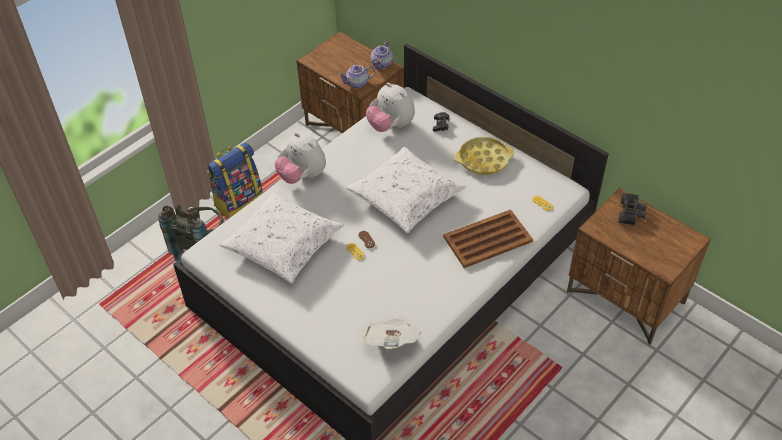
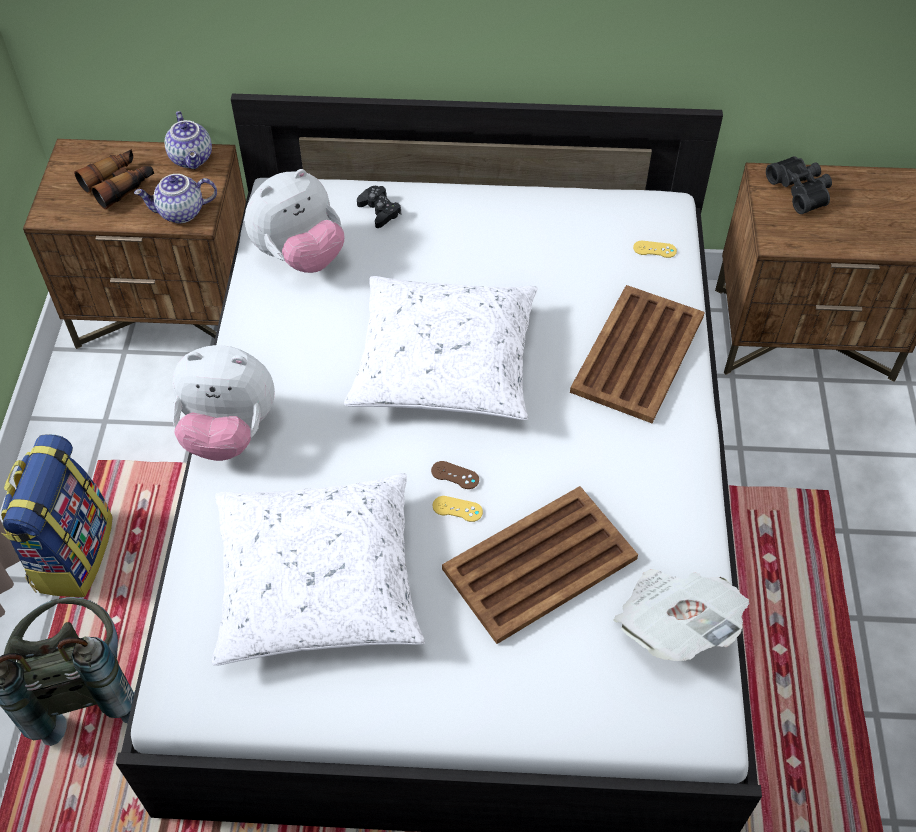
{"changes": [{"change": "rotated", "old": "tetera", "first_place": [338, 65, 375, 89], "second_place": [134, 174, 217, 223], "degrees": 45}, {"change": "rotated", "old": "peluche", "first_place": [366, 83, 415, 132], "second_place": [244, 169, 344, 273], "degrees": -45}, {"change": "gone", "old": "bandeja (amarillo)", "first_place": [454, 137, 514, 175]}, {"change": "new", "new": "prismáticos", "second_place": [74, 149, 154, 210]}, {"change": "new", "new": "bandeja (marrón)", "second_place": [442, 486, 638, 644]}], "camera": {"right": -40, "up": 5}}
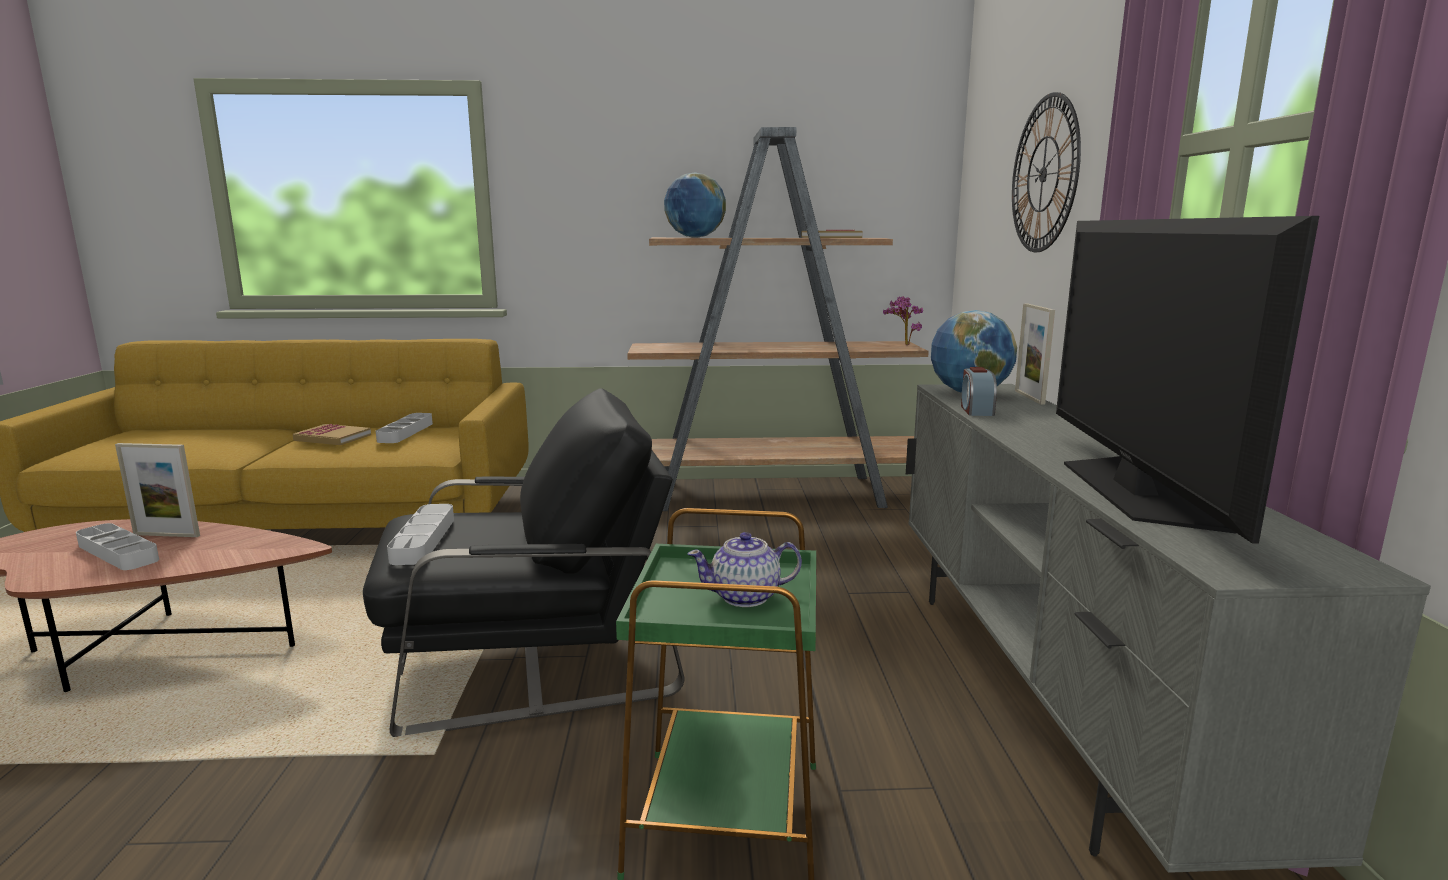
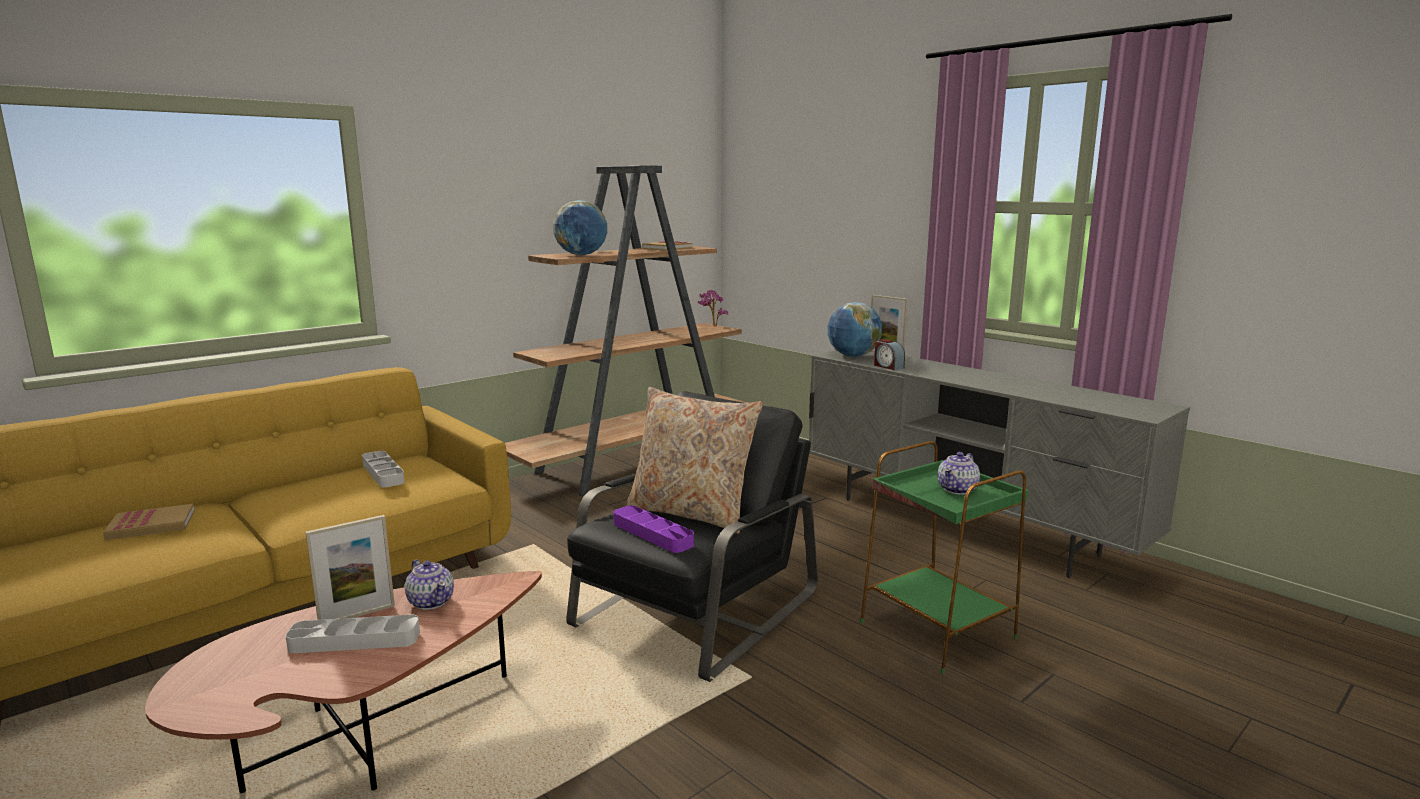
{"changes": [{"change": "shifted", "old": "libro", "first_place": [293, 424, 371, 445], "second_place": [103, 504, 195, 541]}, {"change": "repainted", "old": "bandeja (gris)", "new": "bandeja (morado)", "first_place": [387, 504, 454, 565], "second_place": [613, 505, 694, 553]}, {"change": "gone", "old": "reloj de pared", "first_place": [1012, 92, 1081, 252]}, {"change": "gone", "old": "televisor", "first_place": [1056, 216, 1319, 544]}, {"change": "new", "new": "tetera", "second_place": [405, 559, 454, 610]}, {"change": "new", "new": "cojín (beis)", "second_place": [625, 387, 763, 534]}], "camera": {"right": -40, "up": 0}}
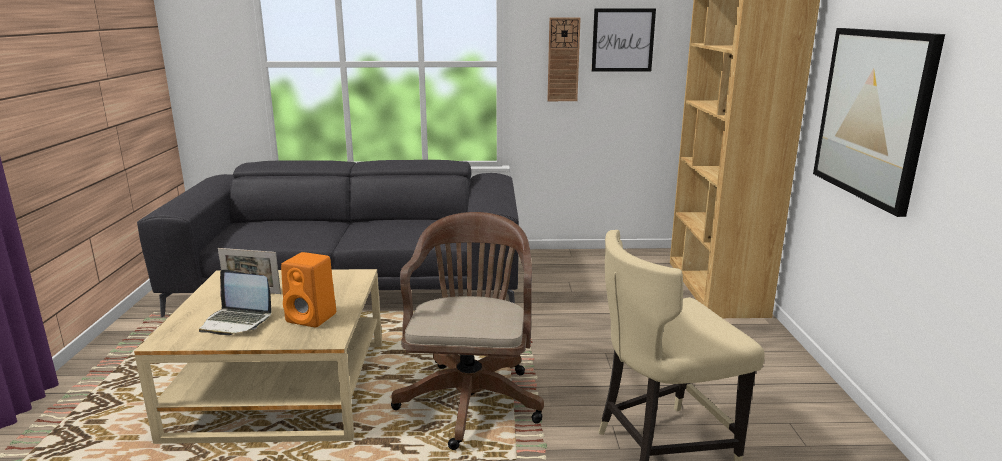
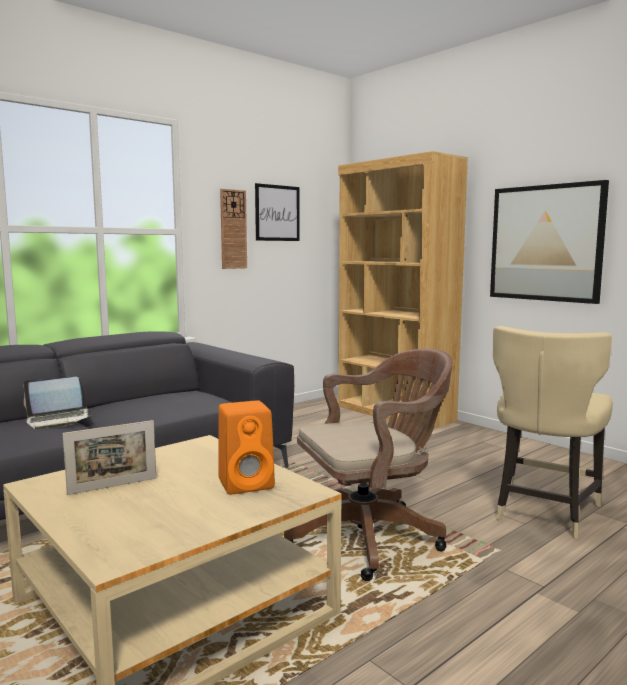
{"changes": [{"change": "shifted", "old": "portátil", "first_place": [199, 269, 272, 335], "second_place": [23, 377, 93, 429]}, {"change": "rotated", "old": "silla de oficina (marrón)", "first_place": [391, 212, 544, 450], "second_place": [284, 349, 453, 581], "degrees": 105}], "camera": {"right": -40, "up": -10}}
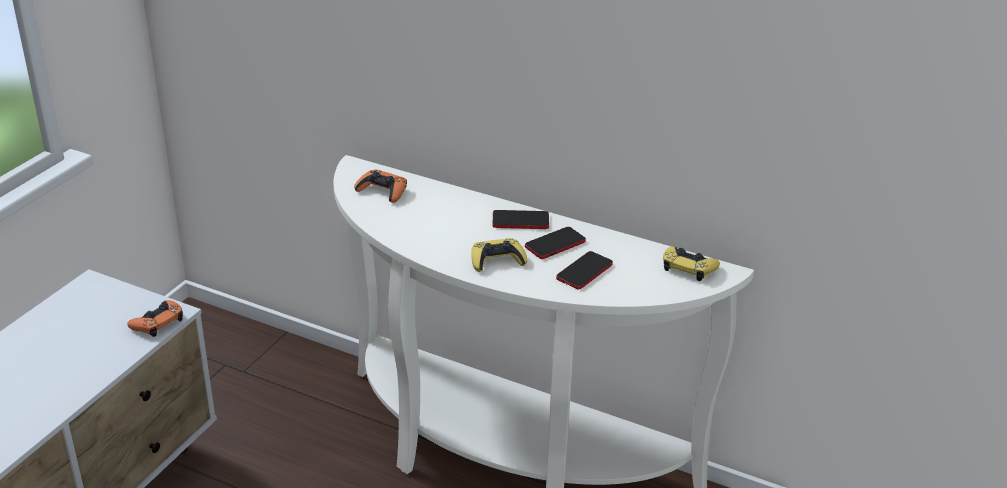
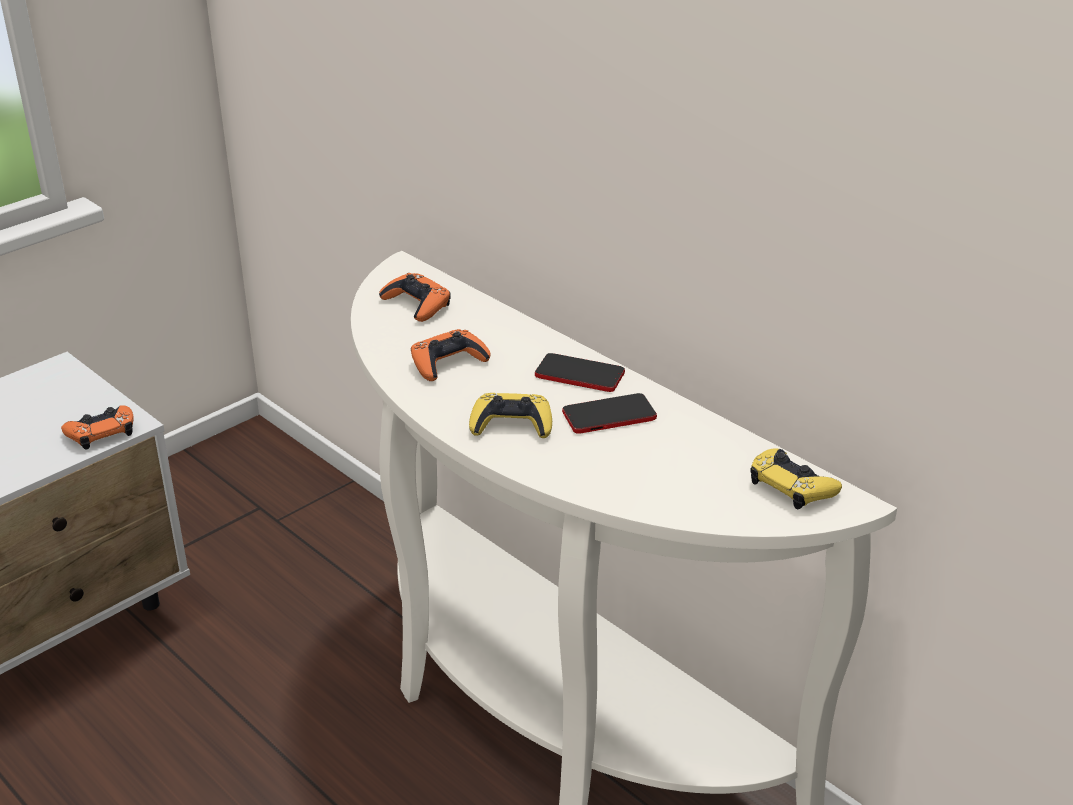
{"changes": [{"change": "gone", "old": "móvil", "first_place": [556, 251, 613, 289]}, {"change": "new", "new": "mando de consola (naranja)", "second_place": [411, 329, 491, 381]}], "camera": {"right": 20, "up": 0}}
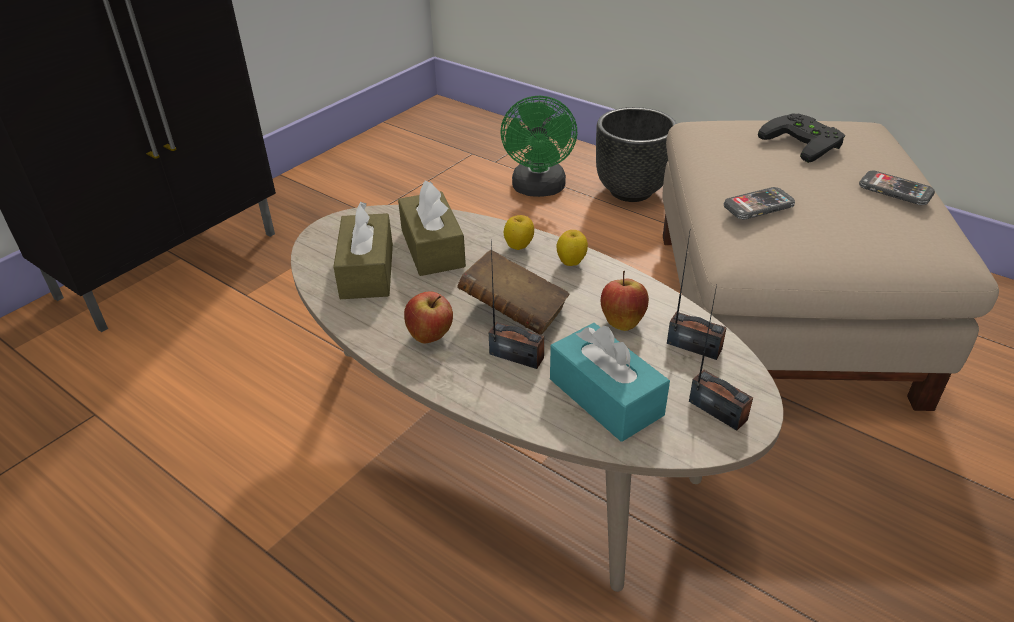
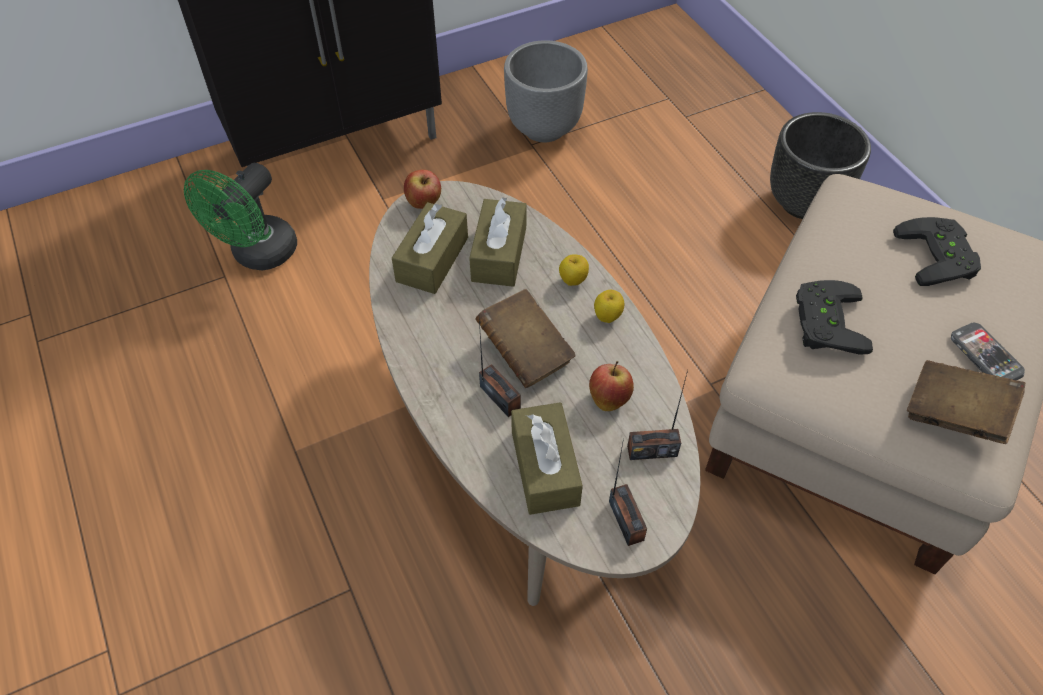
{"changes": [{"change": "shifted", "old": "manzana", "first_place": [404, 291, 453, 344], "second_place": [404, 170, 441, 209]}, {"change": "shifted", "old": "ventilador (verde)", "first_place": [500, 96, 577, 197], "second_place": [184, 163, 297, 270]}, {"change": "repainted", "old": "caja de pañuelos (turquesa)", "new": "caja de pañuelos (marrón)", "first_place": [550, 323, 670, 442], "second_place": [511, 402, 583, 515]}, {"change": "rotated", "old": "radio", "first_place": [667, 232, 727, 360], "second_place": [627, 370, 688, 460], "degrees": 120}, {"change": "swapped", "old": "móvil", "new": "mando de consola (negro)", "first_place": [724, 187, 795, 220], "second_place": [796, 280, 873, 355]}, {"change": "new", "new": "maceta (gris)", "second_place": [504, 40, 588, 142]}, {"change": "new", "new": "libro (marrón)", "second_place": [907, 360, 1025, 444]}], "camera": {"right": 25, "up": 15}}
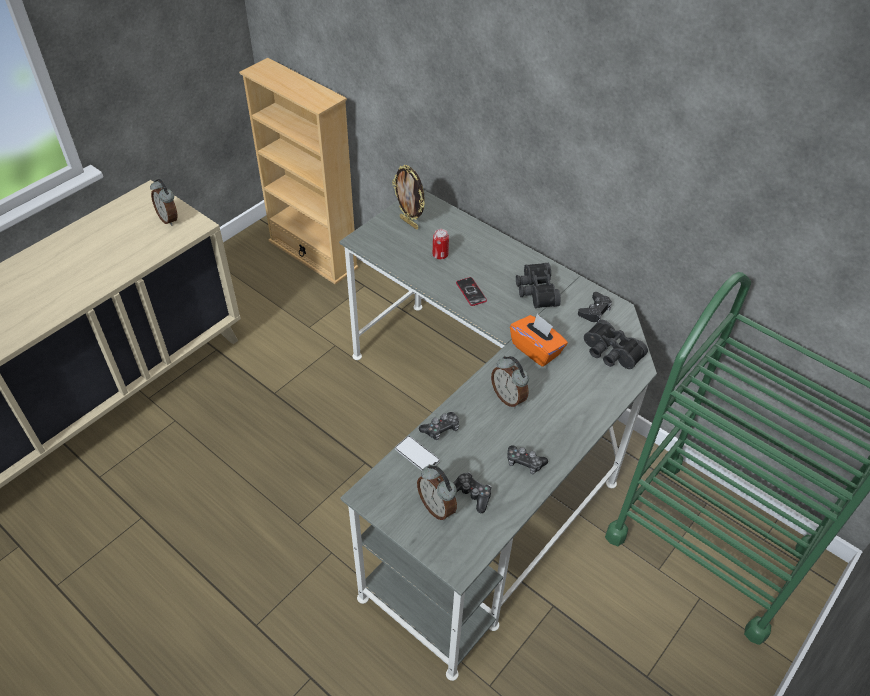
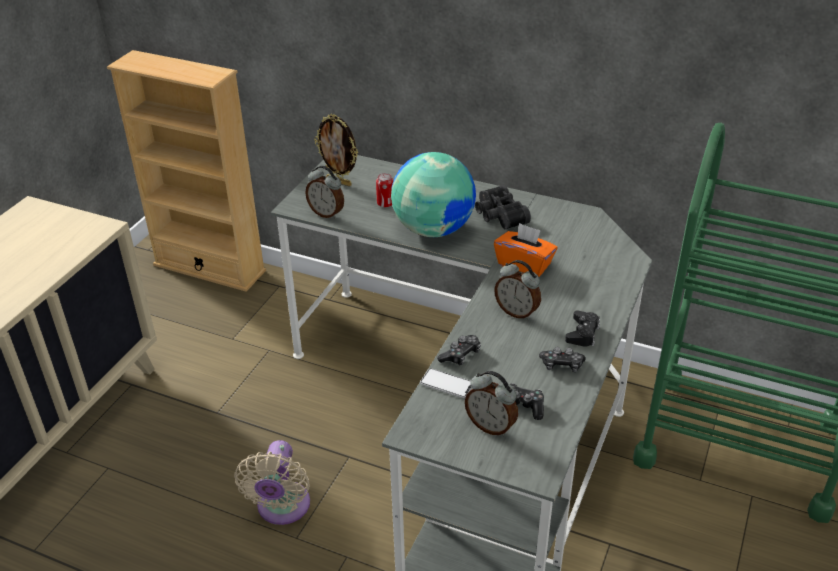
{"changes": [{"change": "shifted", "old": "despertador", "first_place": [150, 179, 178, 226], "second_place": [305, 166, 344, 219]}, {"change": "swapped", "old": "móvil", "new": "globo terráqueo", "first_place": [456, 277, 487, 306], "second_place": [391, 152, 476, 237]}, {"change": "shifted", "old": "mando de consola (negro)", "first_place": [578, 292, 612, 322], "second_place": [565, 310, 600, 347]}, {"change": "gone", "old": "prismáticos (negro)", "first_place": [584, 320, 648, 369]}, {"change": "new", "new": "ventilador (beis)", "second_place": [234, 440, 310, 525]}], "camera": {"right": -15, "up": -10}}
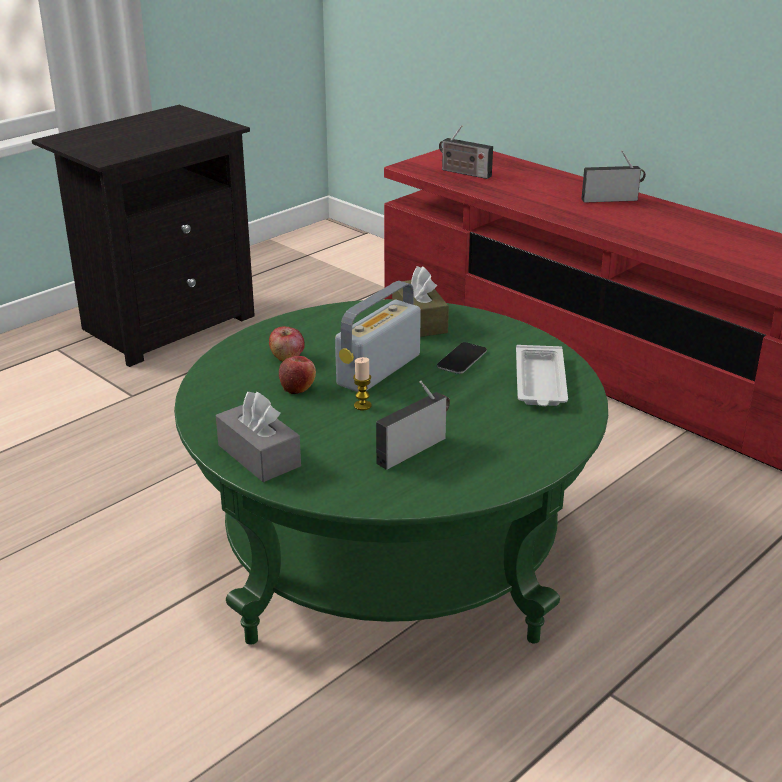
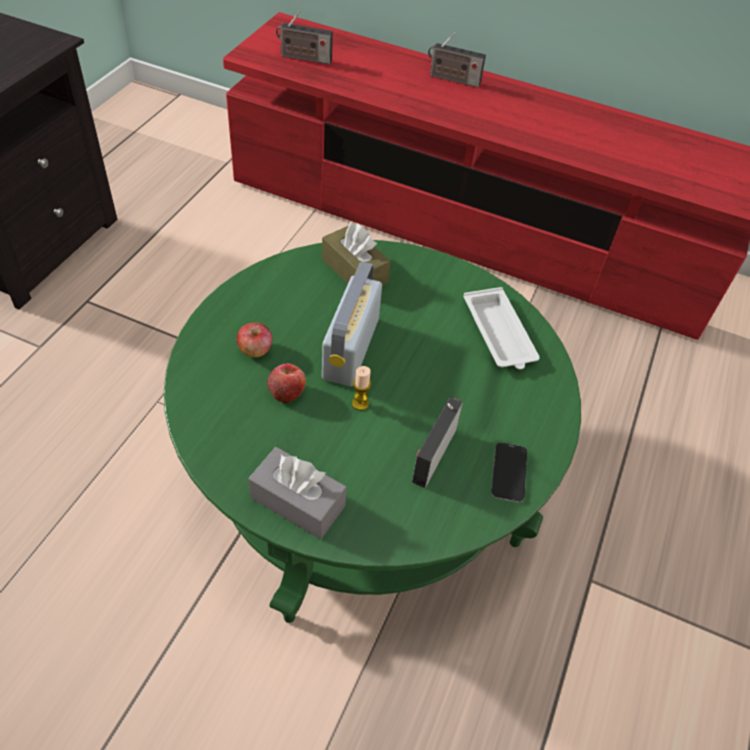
{"changes": [{"change": "shifted", "old": "móvil", "first_place": [437, 342, 487, 374], "second_place": [491, 442, 527, 502]}, {"change": "rotated", "old": "radio", "first_place": [581, 150, 646, 203], "second_place": [428, 32, 486, 87], "degrees": -135}], "camera": {"right": -25, "up": 20}}
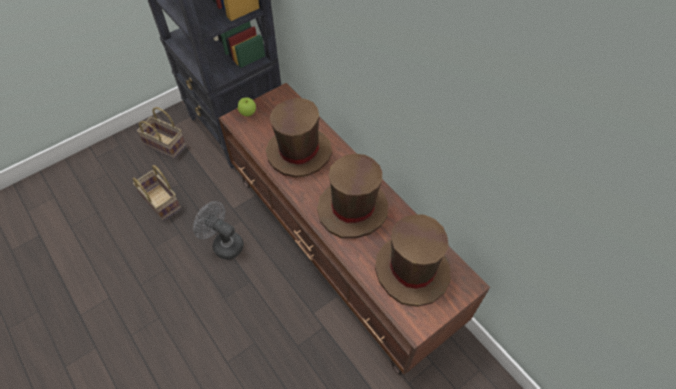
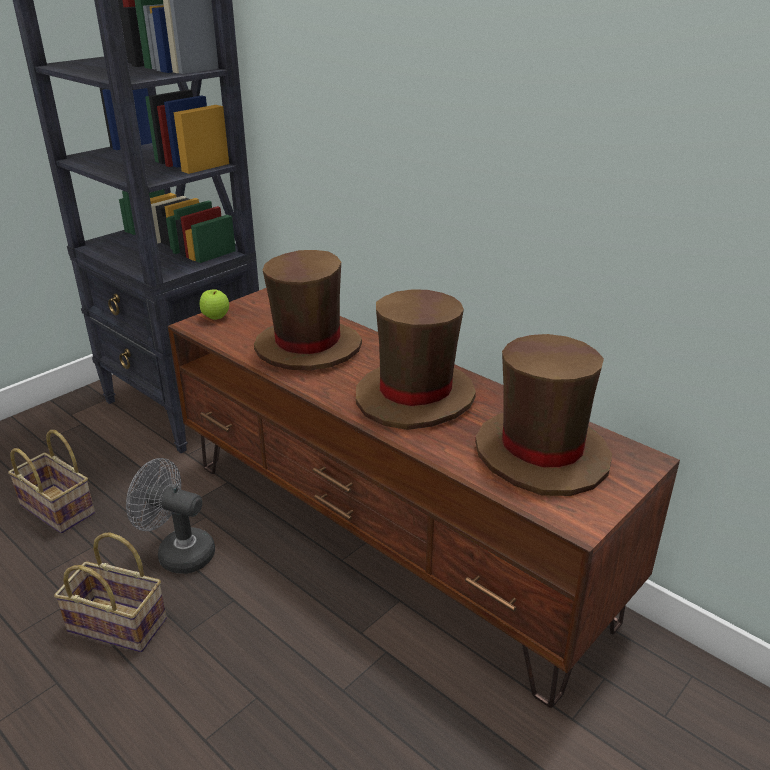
{"changes": [{"change": "shifted", "old": "cesta", "first_place": [137, 107, 186, 158], "second_place": [54, 532, 167, 652]}], "camera": {"right": -10, "up": -25}}
